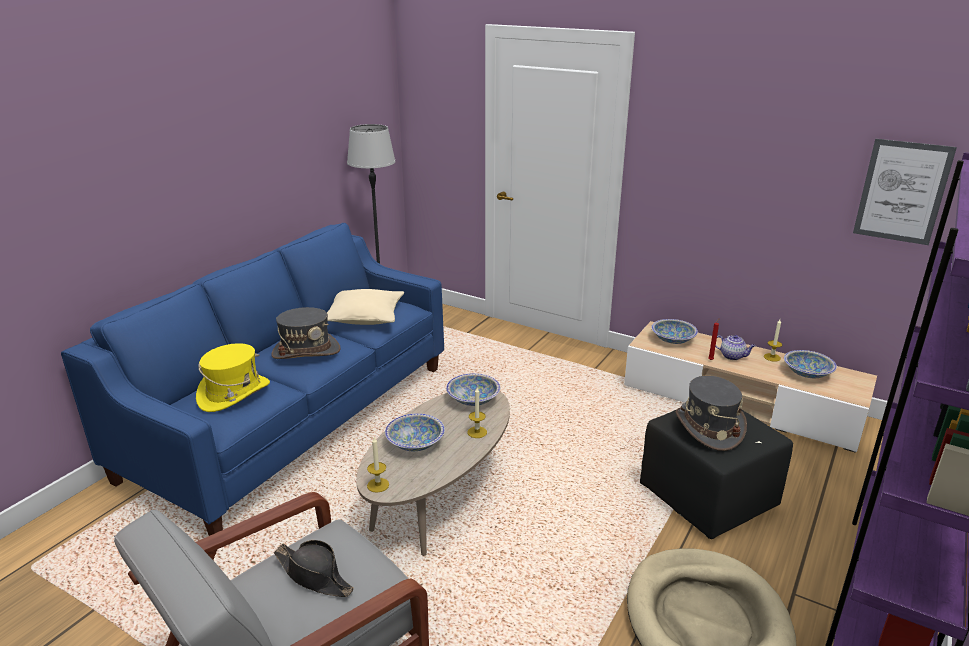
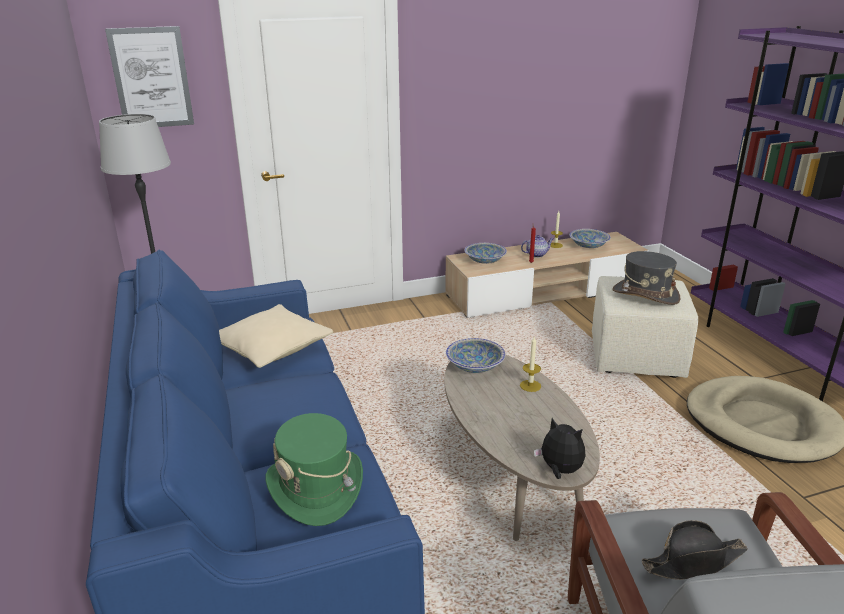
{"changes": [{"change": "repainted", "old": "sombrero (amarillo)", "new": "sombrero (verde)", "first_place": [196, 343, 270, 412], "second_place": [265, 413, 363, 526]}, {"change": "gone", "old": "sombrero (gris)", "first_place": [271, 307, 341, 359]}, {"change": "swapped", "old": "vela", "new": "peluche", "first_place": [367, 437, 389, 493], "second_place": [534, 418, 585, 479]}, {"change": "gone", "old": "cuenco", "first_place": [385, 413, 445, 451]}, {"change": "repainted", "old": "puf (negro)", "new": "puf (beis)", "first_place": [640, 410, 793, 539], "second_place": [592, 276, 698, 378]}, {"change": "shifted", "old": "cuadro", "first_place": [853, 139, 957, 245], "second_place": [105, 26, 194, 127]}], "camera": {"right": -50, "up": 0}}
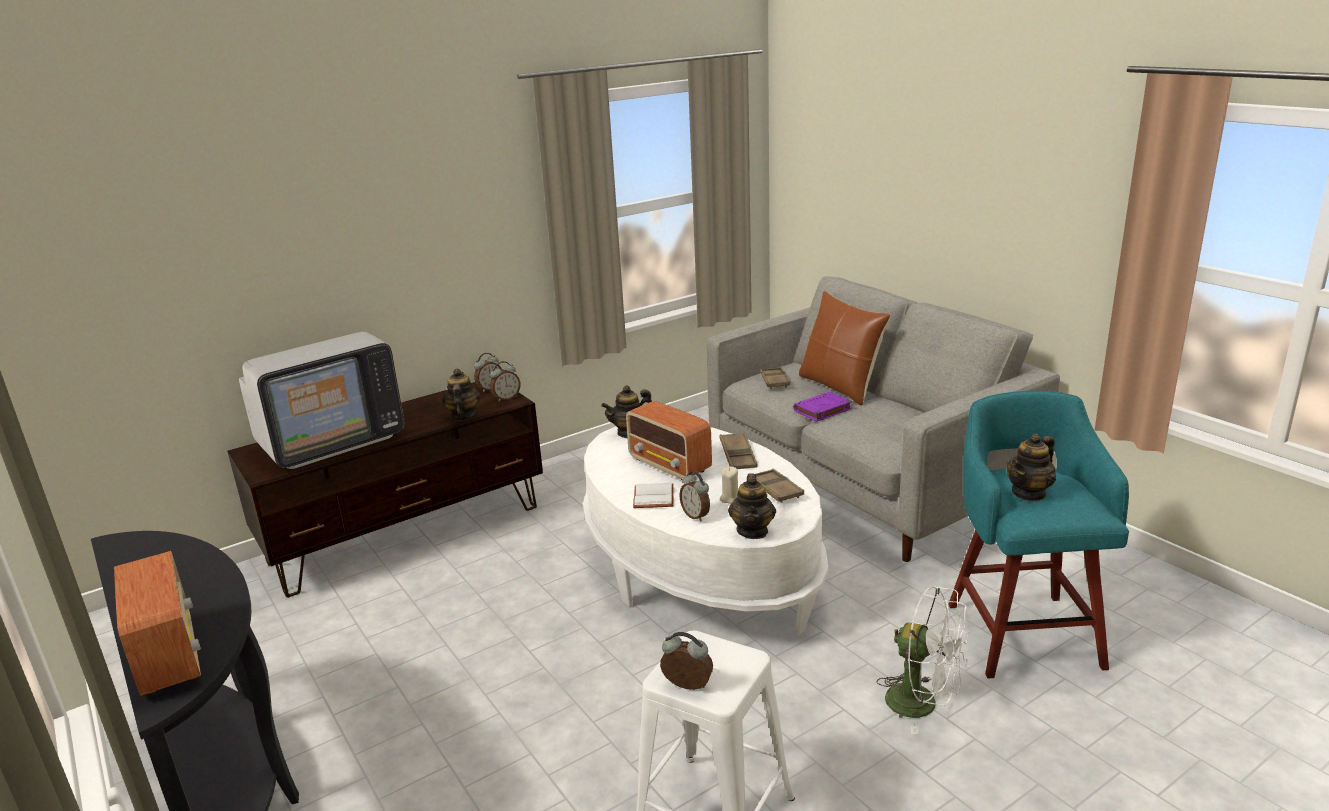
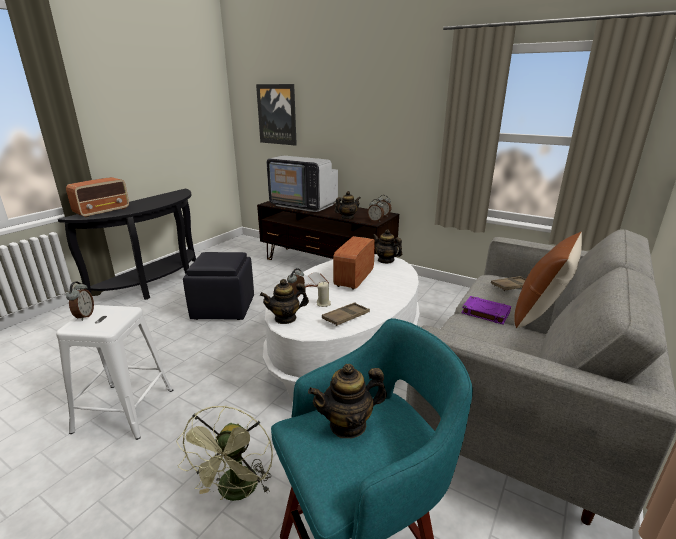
{"changes": [{"change": "gone", "old": "bandeja (marrón)", "first_place": [720, 432, 758, 469]}, {"change": "repainted", "old": "ventilador (blanco)", "new": "ventilador (verde)", "first_place": [877, 586, 969, 734], "second_place": [176, 406, 273, 501]}, {"change": "rotated", "old": "tetera", "first_place": [1007, 434, 1056, 502], "second_place": [308, 364, 387, 439], "degrees": -45}, {"change": "new", "new": "puf (negro)", "second_place": [183, 252, 254, 320]}, {"change": "new", "new": "cuadro", "second_place": [256, 84, 297, 146]}], "camera": {"right": 65, "up": 0}}
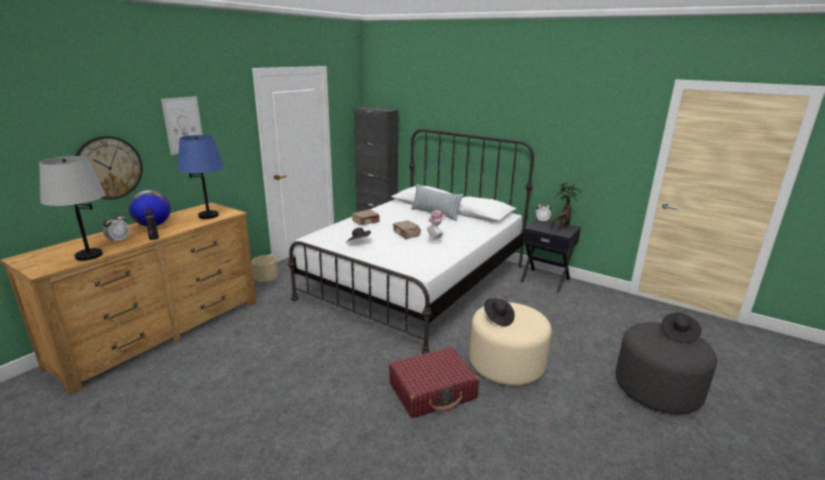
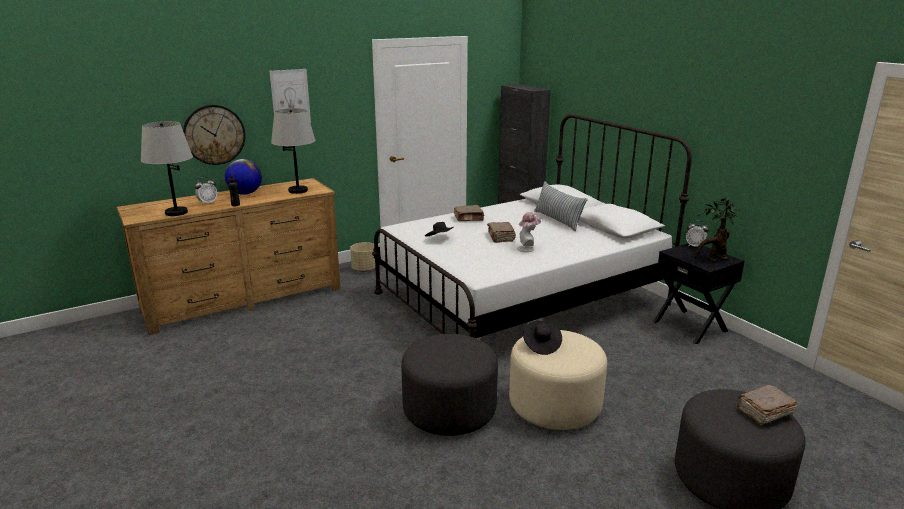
{"changes": [{"change": "repainted", "old": "lámpara de mesa (azul)", "new": "lámpara de mesa (gris)", "first_place": [178, 135, 224, 219], "second_place": [271, 108, 315, 194]}, {"change": "swapped", "old": "maleta (rojo)", "new": "puf (gris)", "first_place": [389, 347, 479, 418], "second_place": [401, 334, 498, 436]}, {"change": "swapped", "old": "sombrero (negro)", "new": "libro (marrón)", "first_place": [662, 313, 701, 343], "second_place": [737, 385, 798, 425]}], "camera": {"right": 25, "up": 0}}
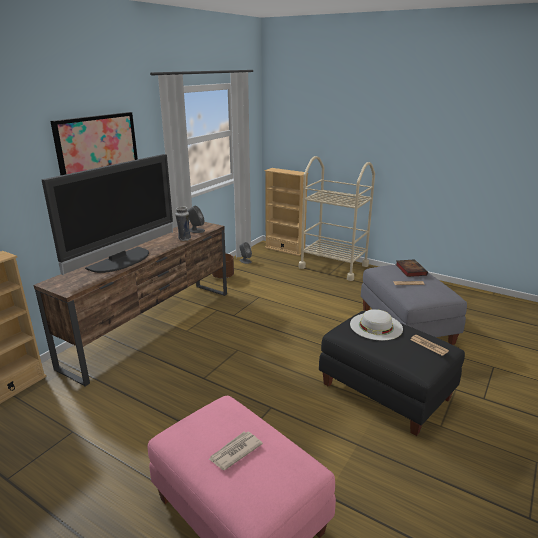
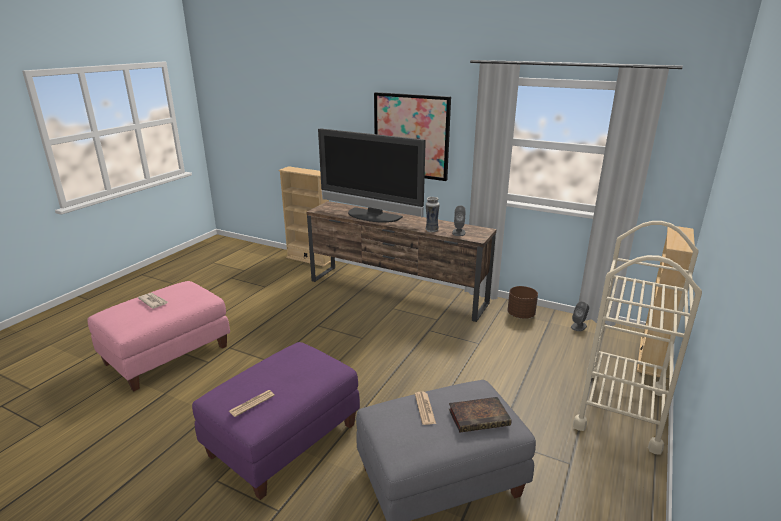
{"changes": [{"change": "repainted", "old": "puf (negro)", "new": "puf (morado)", "first_place": [319, 311, 465, 436], "second_place": [192, 342, 360, 500]}, {"change": "gone", "old": "sombrero (blanco)", "first_place": [350, 309, 403, 341]}], "camera": {"right": 85, "up": 0}}
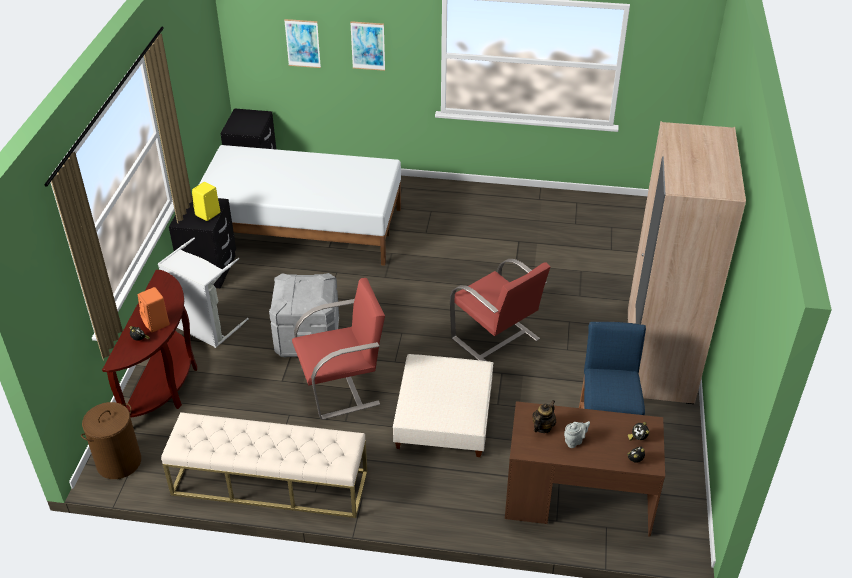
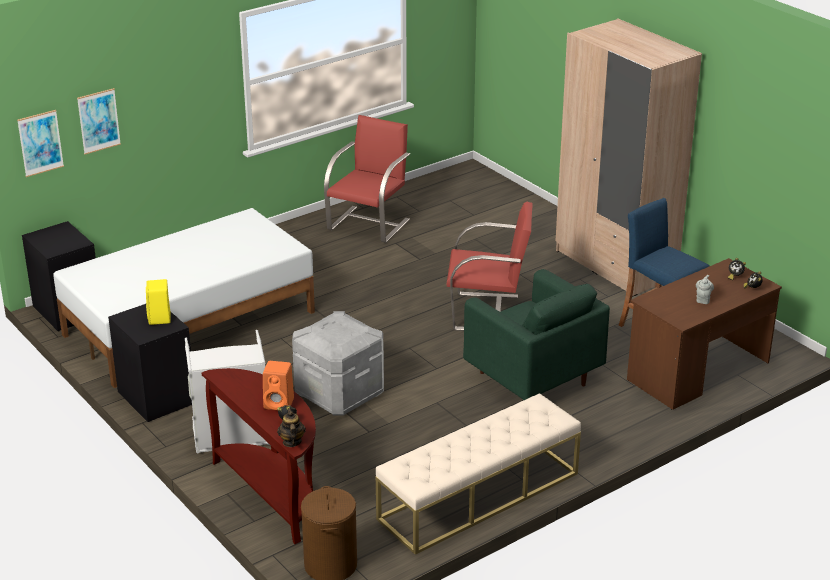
{"changes": [{"change": "shifted", "old": "sillón (rojo)", "first_place": [292, 278, 385, 420], "second_place": [324, 115, 410, 243]}, {"change": "shifted", "old": "cuadro", "first_place": [350, 21, 385, 71], "second_place": [17, 110, 64, 177]}, {"change": "swapped", "old": "puf (beis)", "new": "sillón (verde)", "first_place": [393, 354, 493, 457], "second_place": [463, 269, 610, 400]}, {"change": "shifted", "old": "tetera", "first_place": [532, 400, 556, 433], "second_place": [277, 408, 306, 447]}], "camera": {"right": -45, "up": -10}}
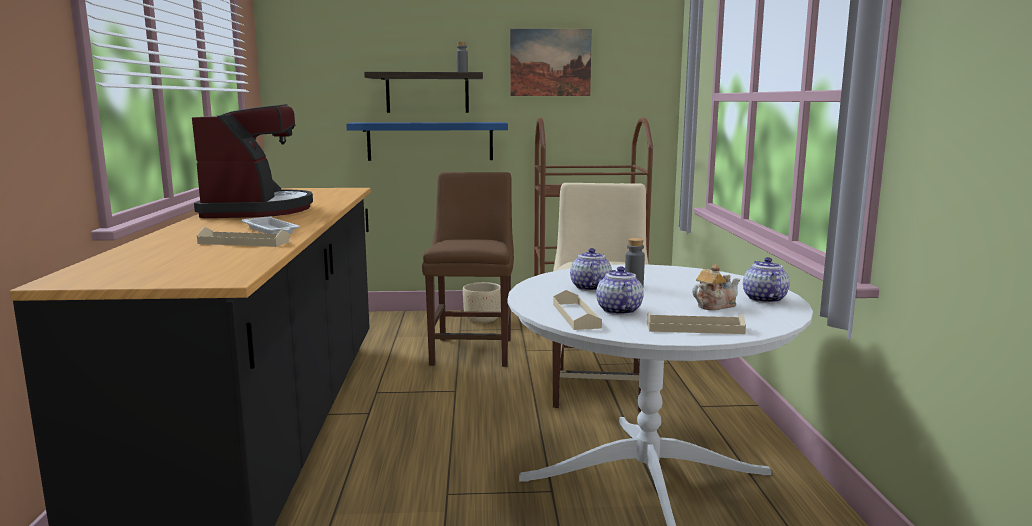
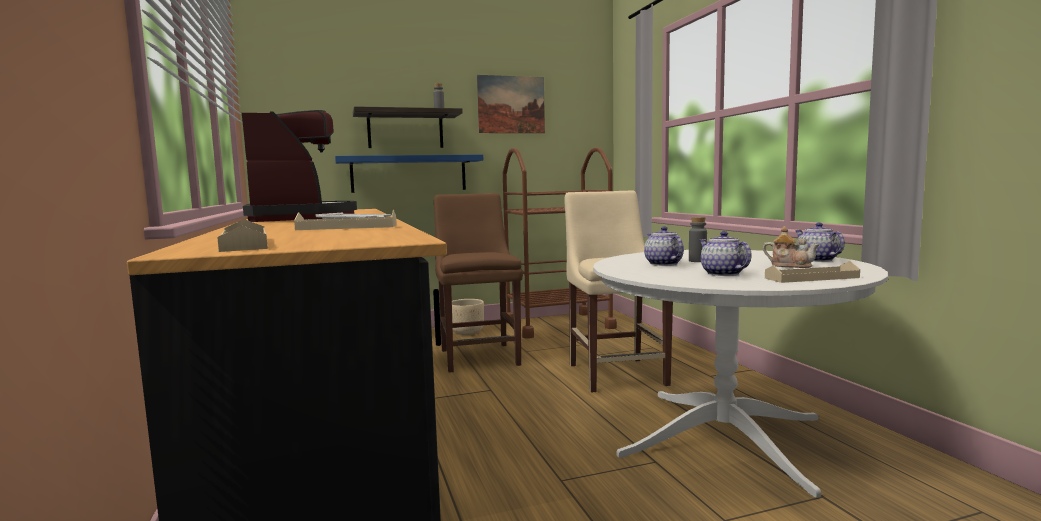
{"changes": [{"change": "shifted", "old": "bandeja (beis)", "first_place": [553, 290, 602, 330], "second_place": [217, 219, 268, 252]}, {"change": "rotated", "old": "tetera", "first_place": [692, 264, 740, 310], "second_place": [763, 226, 820, 268], "degrees": 75}], "camera": {"right": -15, "up": -5}}
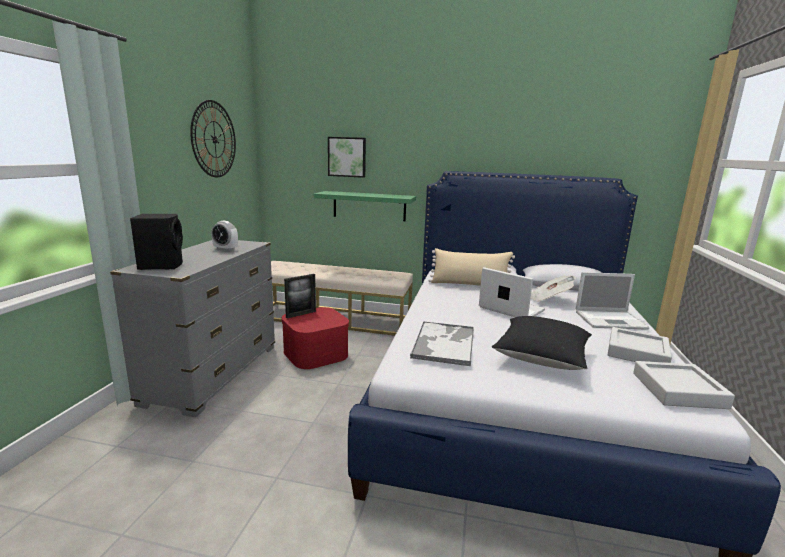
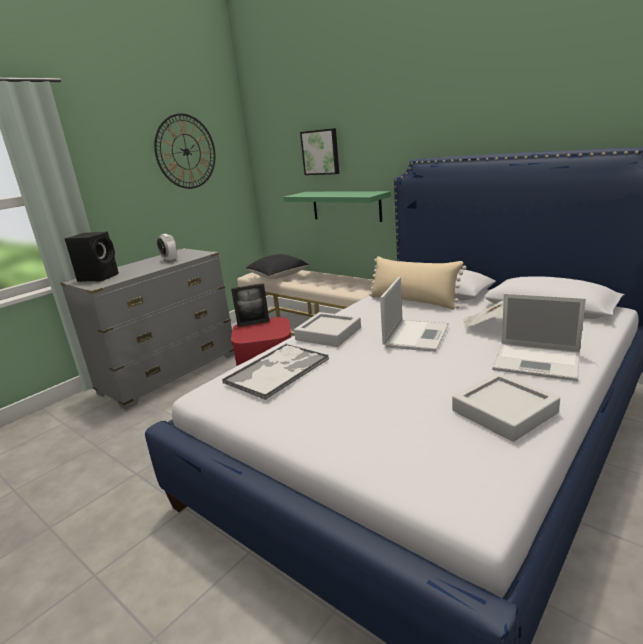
{"changes": [{"change": "rotated", "old": "portátil", "first_place": [479, 267, 545, 317], "second_place": [380, 277, 449, 352], "degrees": 45}, {"change": "shifted", "old": "cojín (negro)", "first_place": [492, 316, 592, 370], "second_place": [246, 254, 309, 279]}, {"change": "shifted", "old": "bandeja (gris)", "first_place": [633, 361, 735, 409], "second_place": [294, 312, 361, 347]}], "camera": {"right": 30, "up": 5}}
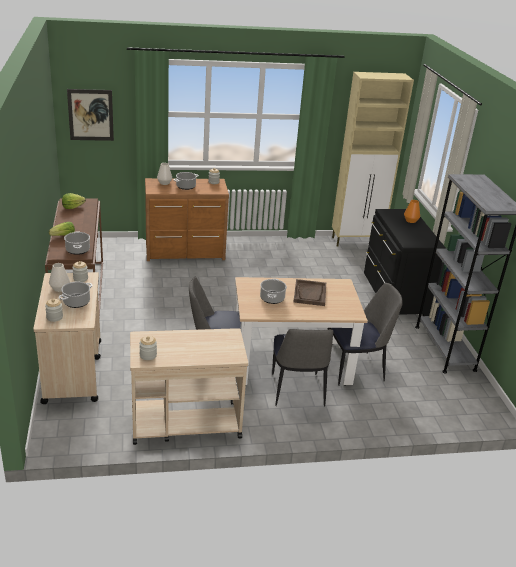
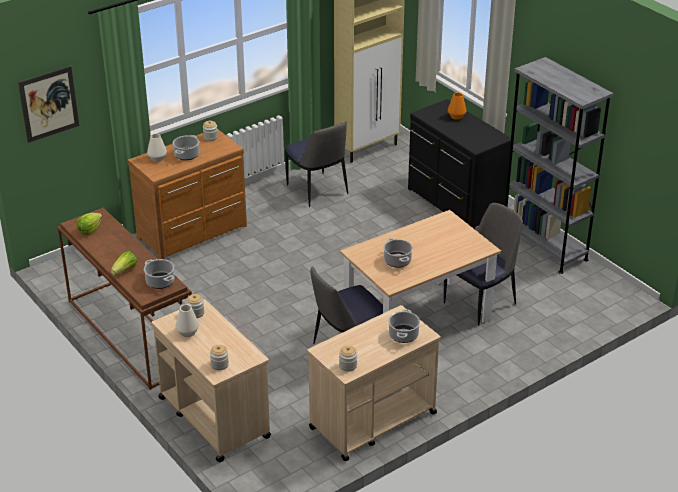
{"changes": [{"change": "shifted", "old": "olla", "first_place": [59, 282, 93, 308], "second_place": [388, 309, 420, 343]}, {"change": "shifted", "old": "silla", "first_place": [272, 329, 333, 407], "second_place": [285, 122, 348, 207]}, {"change": "gone", "old": "bandeja (marrón)", "first_place": [293, 279, 326, 306]}], "camera": {"right": -25, "up": 5}}
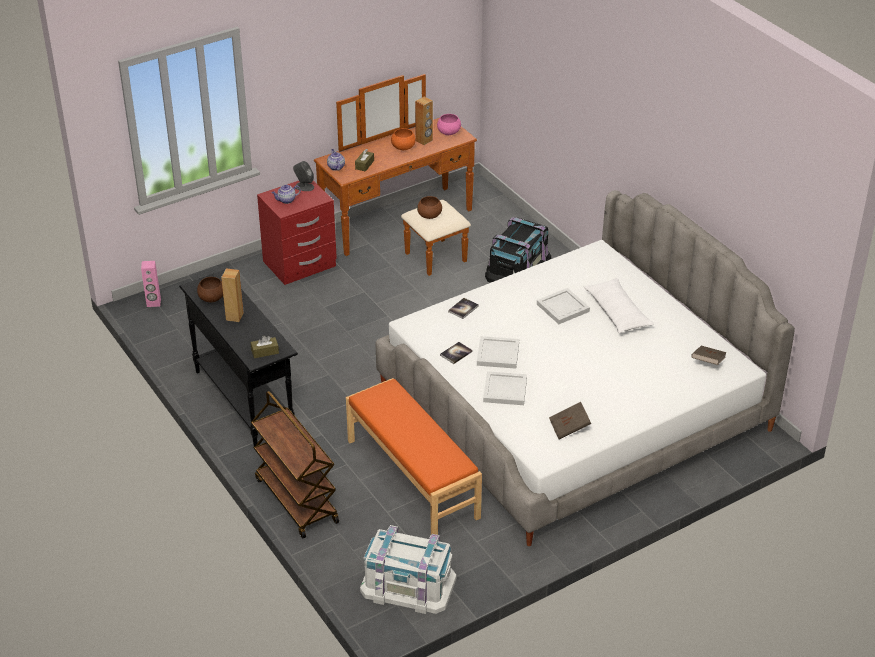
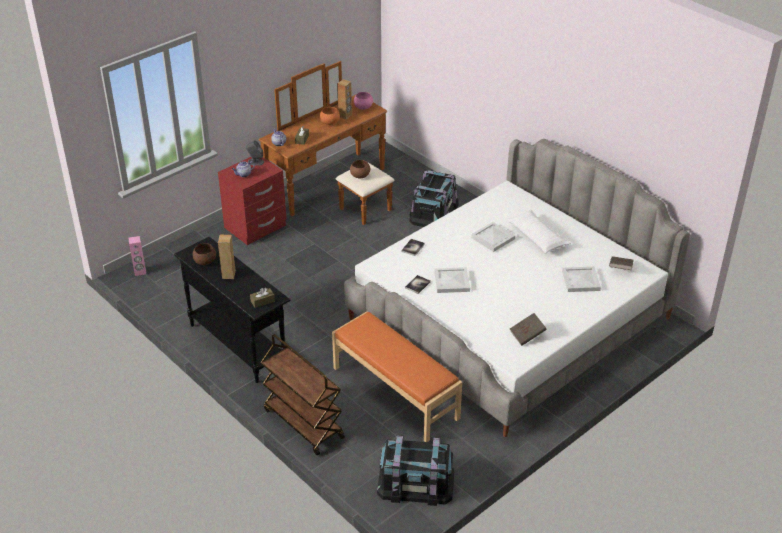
{"changes": [{"change": "repainted", "old": "caja de almacenaje (blanco)", "new": "caja de almacenaje (negro)", "first_place": [360, 525, 456, 614], "second_place": [377, 435, 454, 506]}, {"change": "shifted", "old": "bandeja (blanco)", "first_place": [483, 371, 527, 405], "second_place": [562, 267, 601, 292]}], "camera": {"right": -10, "up": 0}}
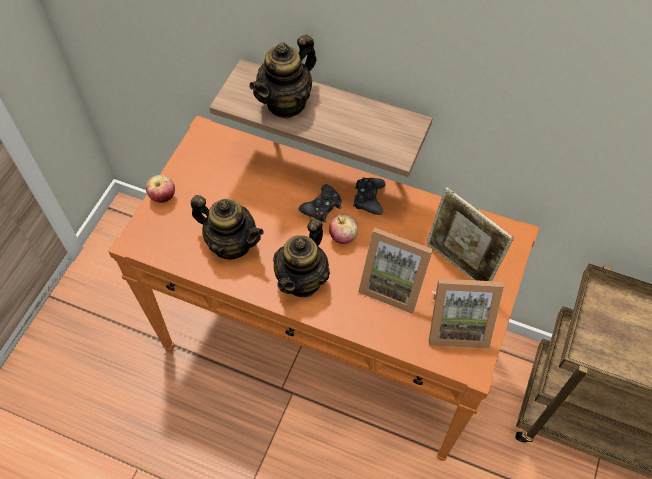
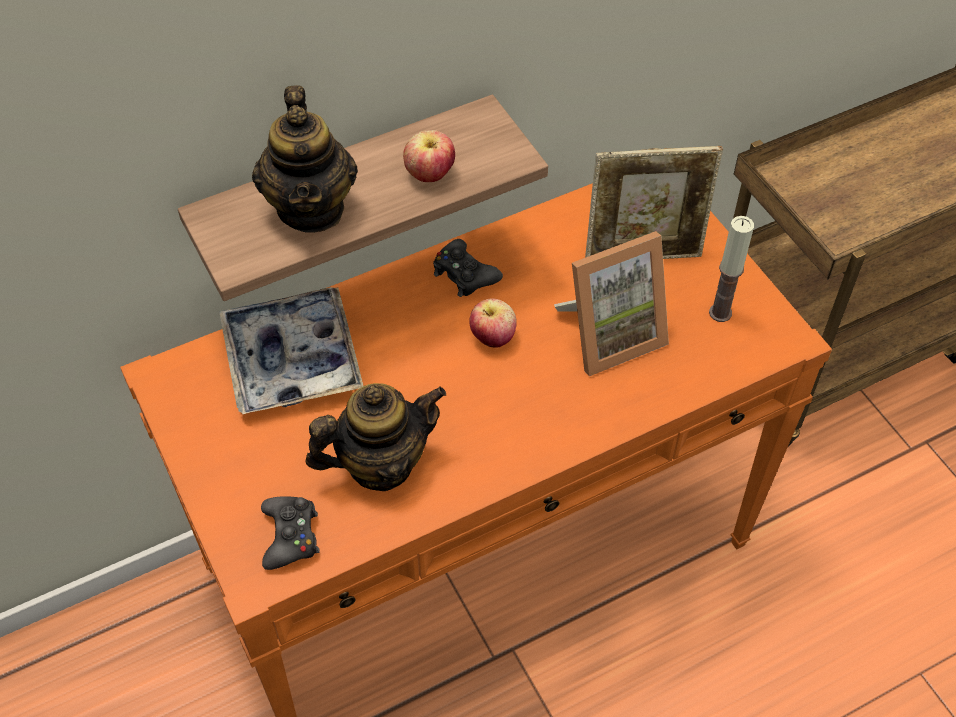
{"changes": [{"change": "shifted", "old": "manzana", "first_place": [146, 175, 175, 203], "second_place": [403, 130, 455, 182]}, {"change": "gone", "old": "tetera", "first_place": [273, 218, 330, 297]}, {"change": "shifted", "old": "mando de consola (negro)", "first_place": [299, 184, 342, 223], "second_place": [261, 496, 320, 570]}, {"change": "swapped", "old": "portarretratos", "new": "vela", "first_place": [429, 279, 504, 349], "second_place": [709, 216, 754, 322]}, {"change": "new", "new": "bandeja", "second_place": [219, 287, 363, 415]}], "camera": {"right": -50, "up": -5}}
